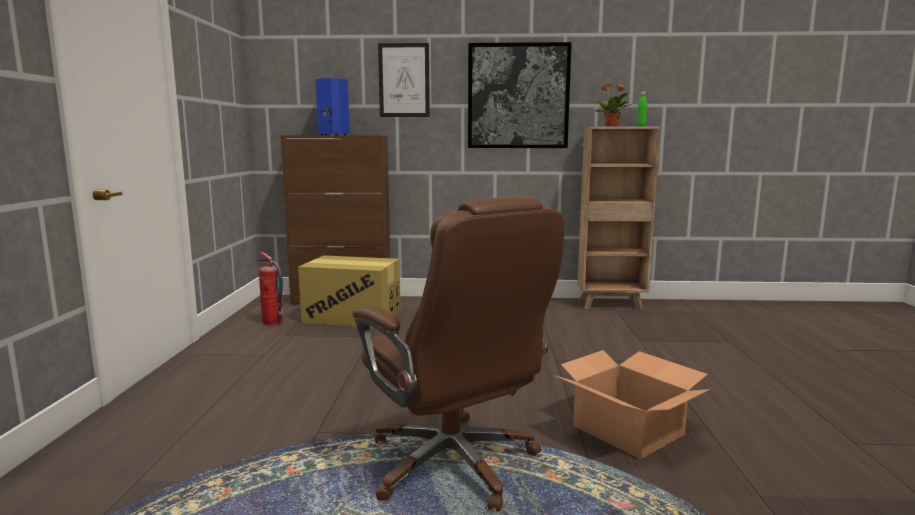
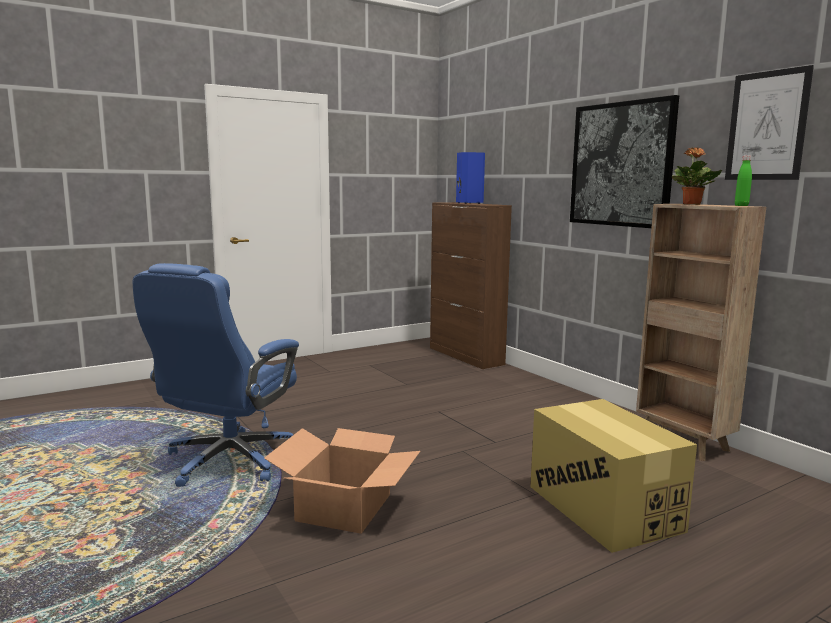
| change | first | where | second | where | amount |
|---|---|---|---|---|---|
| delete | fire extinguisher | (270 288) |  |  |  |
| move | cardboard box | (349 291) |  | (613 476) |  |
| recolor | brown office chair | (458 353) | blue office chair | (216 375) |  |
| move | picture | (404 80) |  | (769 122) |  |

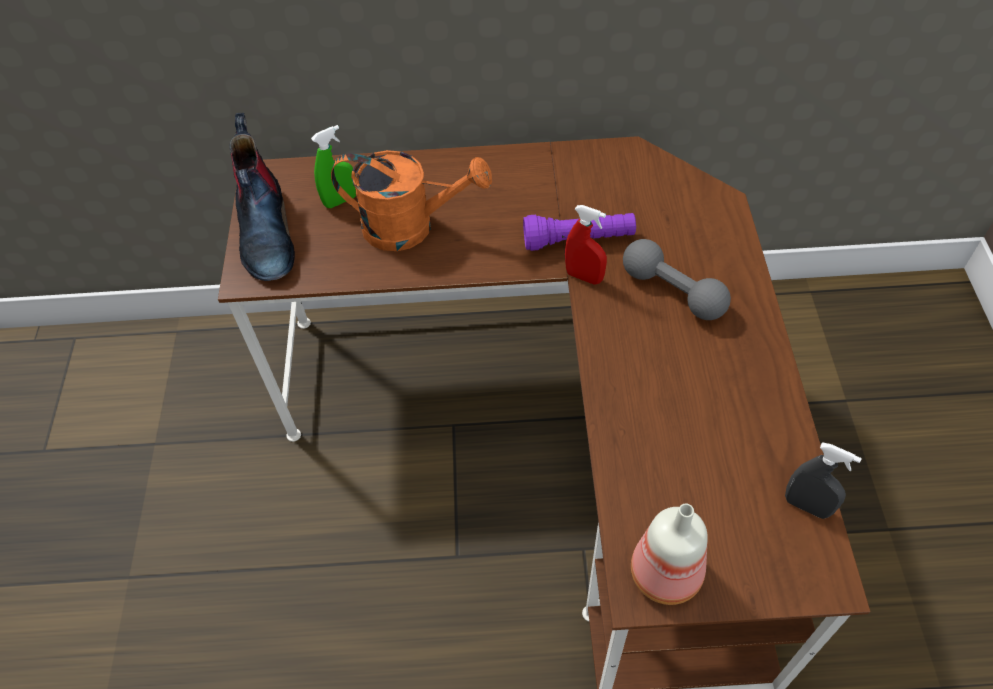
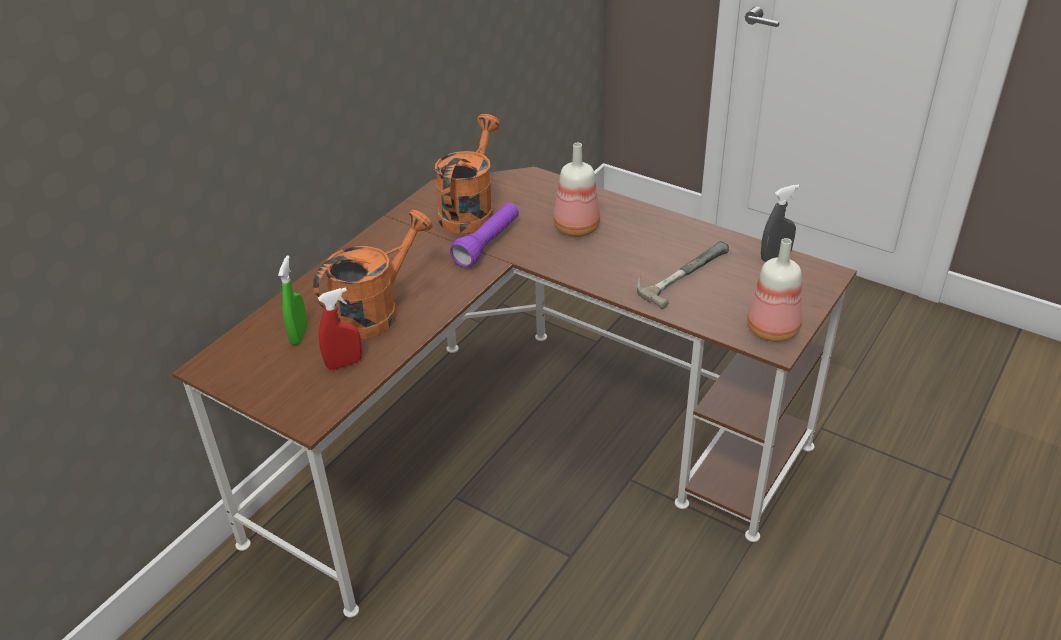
| change | first | where | second | where | amount |
|---|---|---|---|---|---|
| delete | boot | (262 197) |  |  |  |
| move | red spray bottle | (586 245) |  | (340 328) |  |
| replace | grey dumbbell | (677 279) | bottle | (577 190) |  |
| insert |  |  | orange watering can | (467 174) |  |
| insert |  |  | hammer | (683 275) |  |

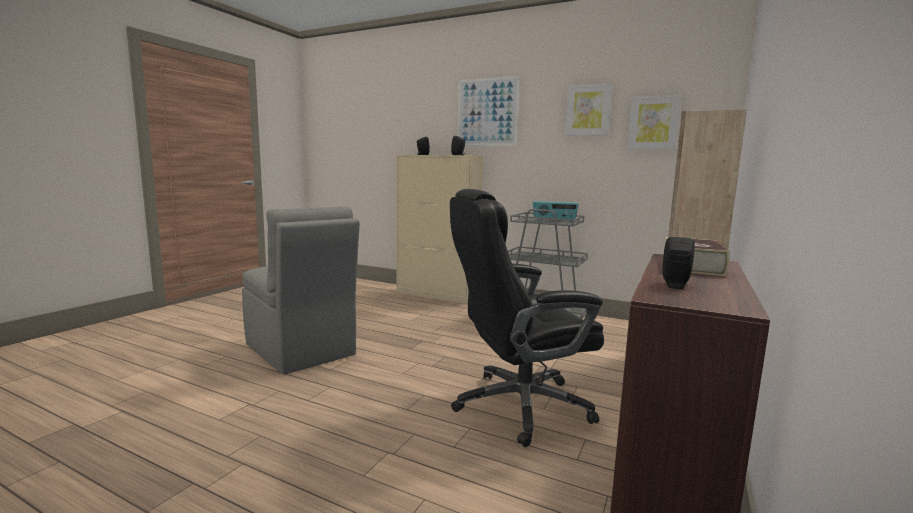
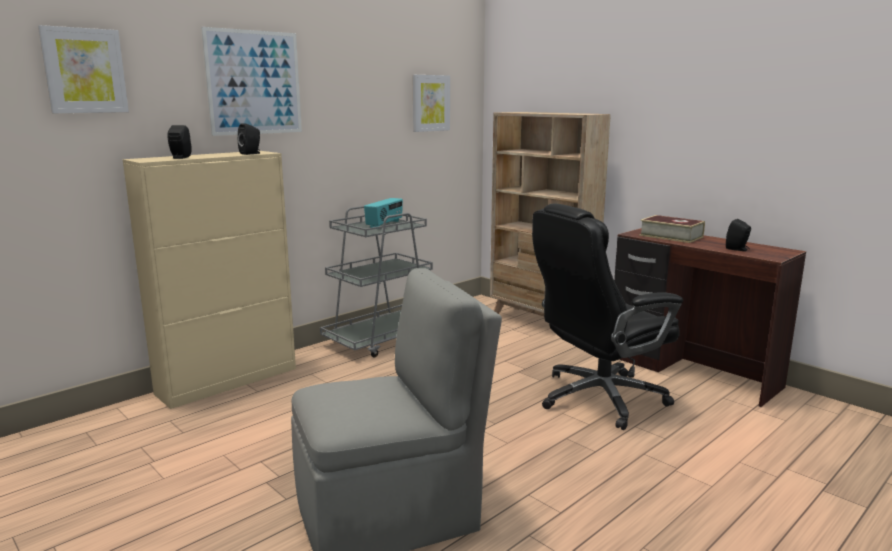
| change | first | where | second | where | amount |
|---|---|---|---|---|---|
| rotate | black office chair | (527 318) |  | (607 316) | 60 degrees clockwise |
| move | picture | (588 109) |  | (83 69) |  |

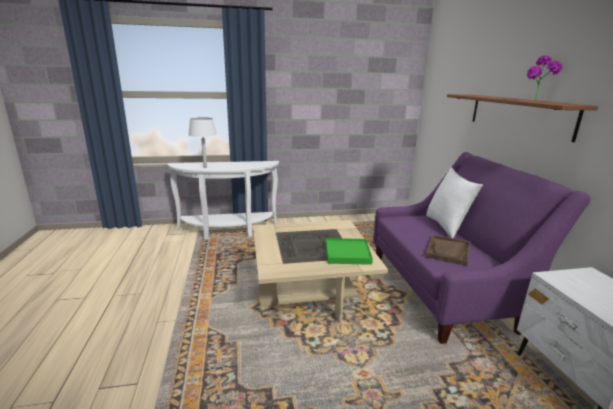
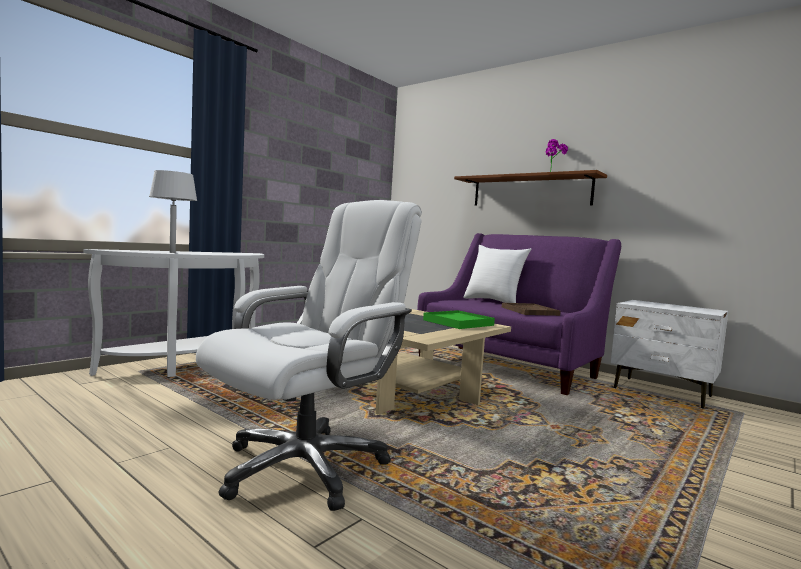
| change | first | where | second | where | amount |
|---|---|---|---|---|---|
| insert |  |  | white office chair | (309 355) |  |

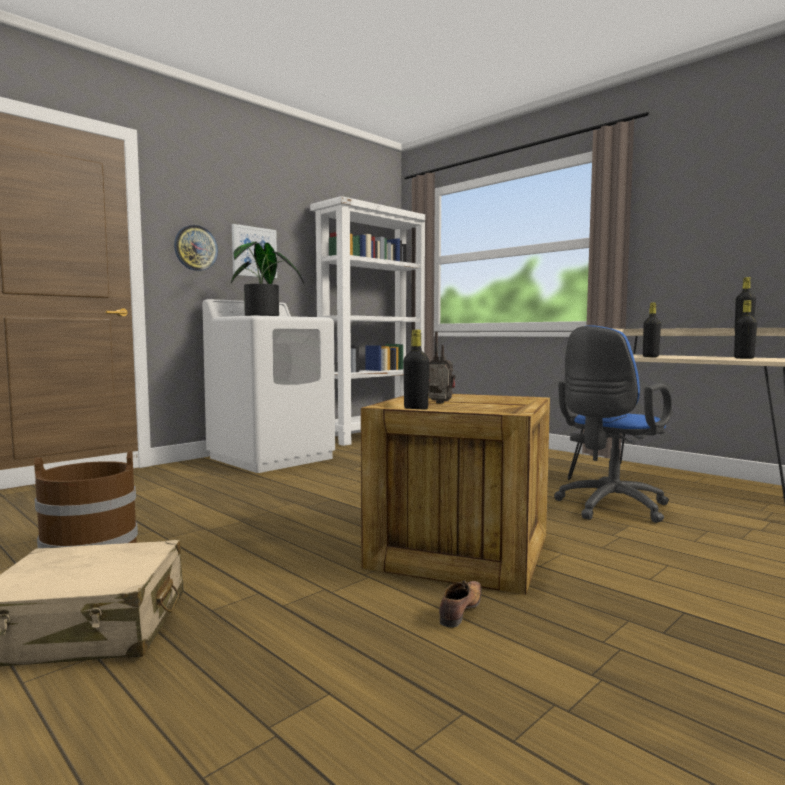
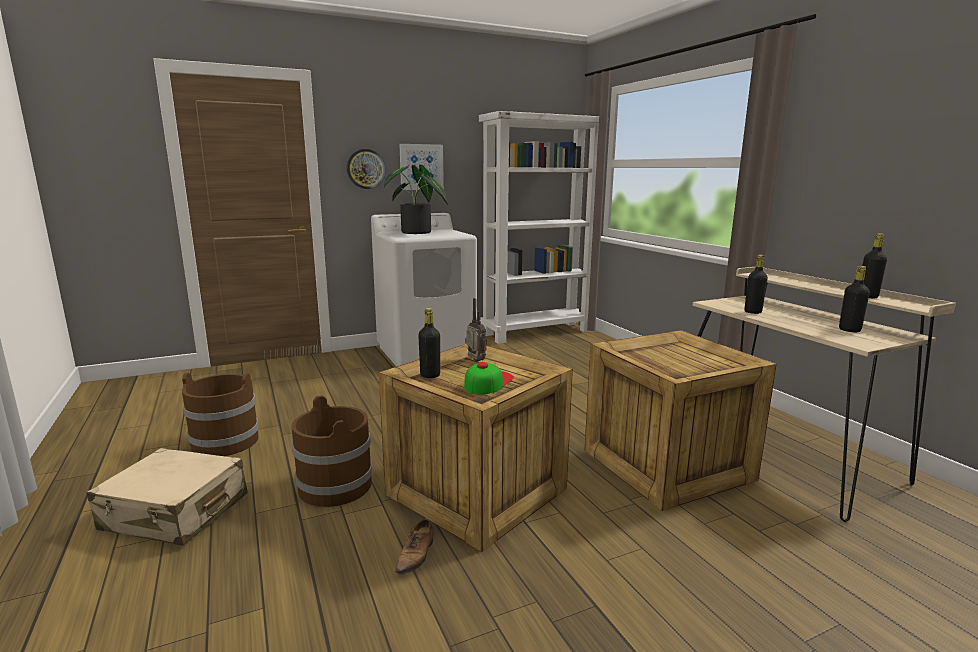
| change | first | where | second | where | amount |
|---|---|---|---|---|---|
| rotate | shoe | (460 604) |  | (414 547) | 150 degrees clockwise |
| replace | blue office chair | (613 424) | crate | (680 420) |  |
| insert |  |  | brown bucket | (332 451) |  |
| insert |  |  | cap | (489 378) |  |

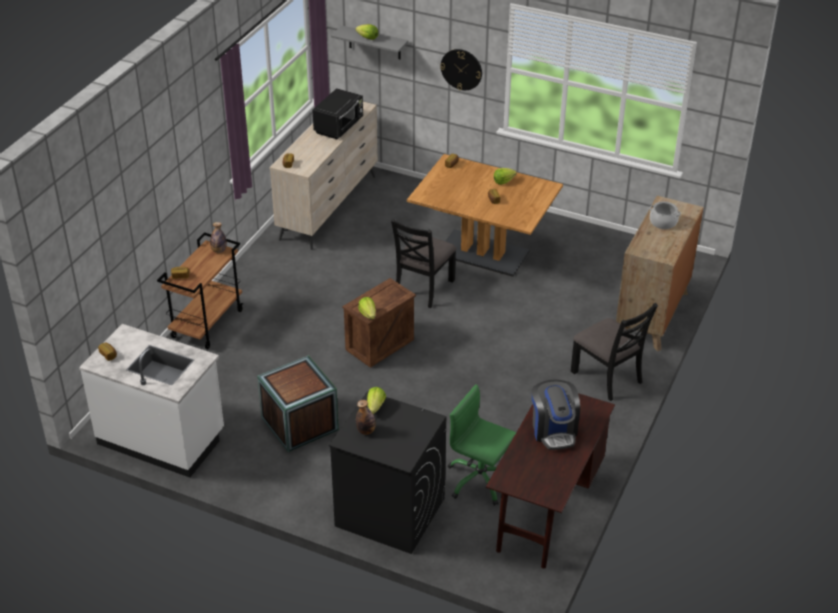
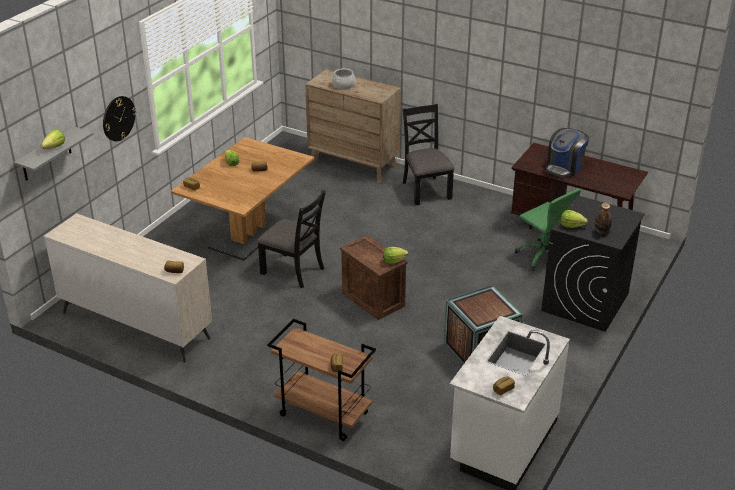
| change | first | where | second | where | amount |
|---|---|---|---|---|---|
| delete | bottle | (218 237) |  |  |  |
| delete | black microwave | (338 113) |  |  |  |
| rotate | green office chair | (482 445) |  | (547 229) | 75 degrees counterclockwise |
| rotate | coffee machine | (556 415) |  | (567 152) | 135 degrees clockwise |
| rotate | black chair | (614 352) |  | (429 154) | 75 degrees counterclockwise |

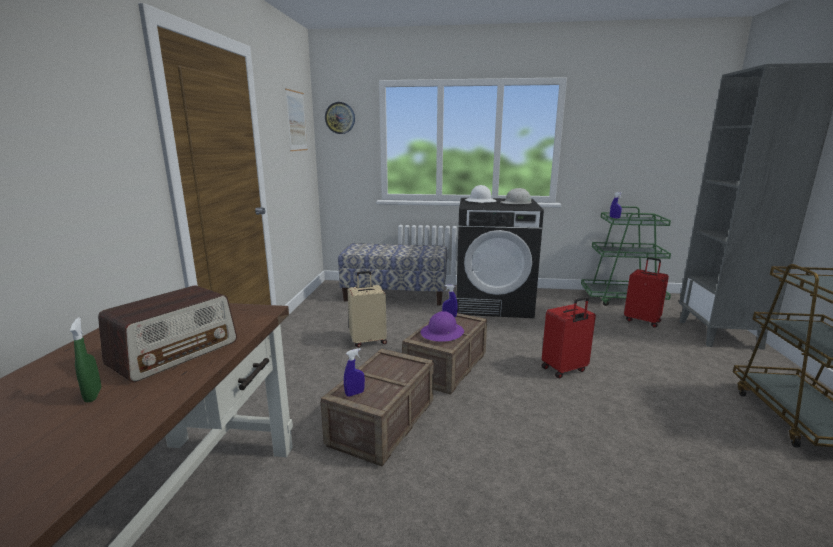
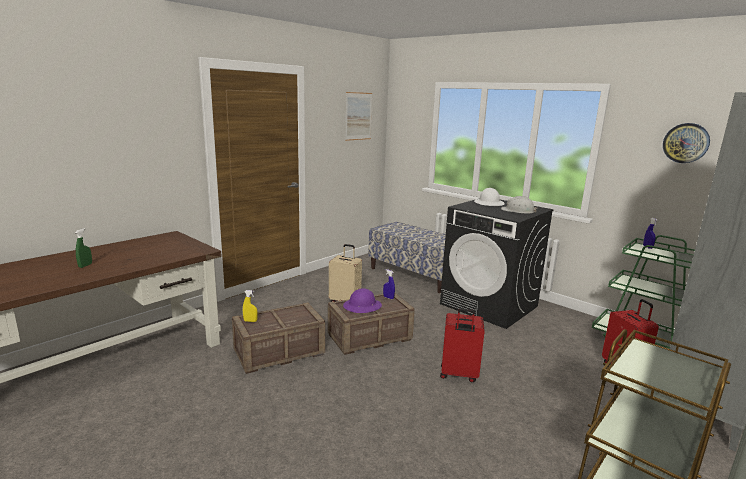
| change | first | where | second | where | amount |
|---|---|---|---|---|---|
| delete | radio | (167 334) |  |  |  |
| move | wall clock | (340 118) |  | (686 143) |  |
| recolor | blue spray bottle | (354 372) | yellow spray bottle | (250 306) |  |

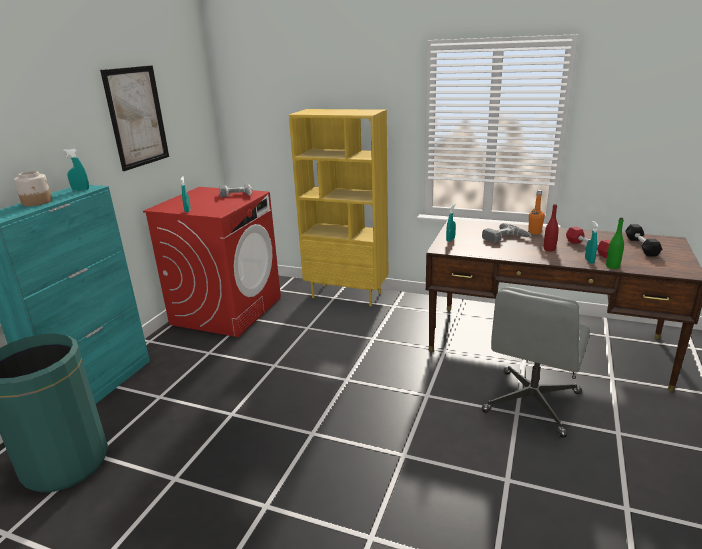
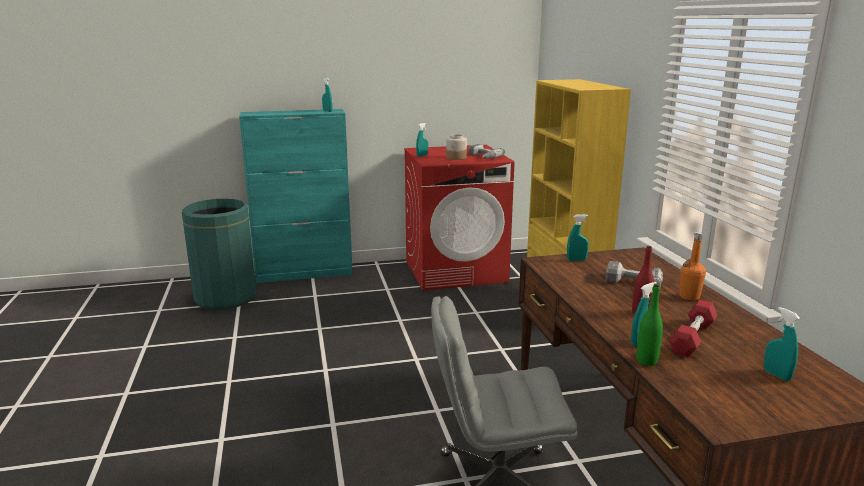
| change | first | where | second | where | amount |
|---|---|---|---|---|---|
| move | jar | (33 188) |  | (456 147) |  |
| delete | picture | (134 118) |  |  |  |
| replace | black dumbbell | (643 240) | turquoise spray bottle | (782 344) |  |

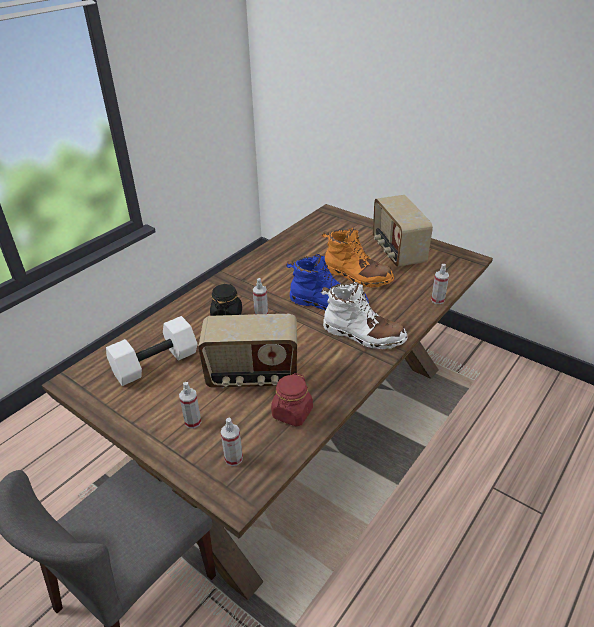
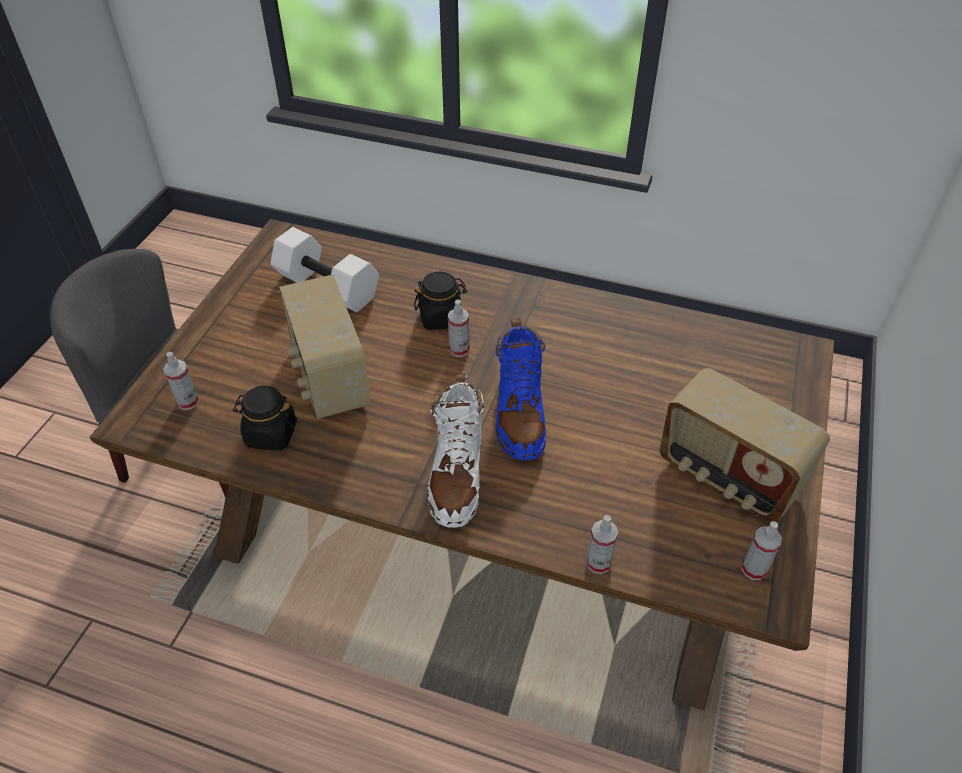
| change | first | where | second | where | amount |
|---|---|---|---|---|---|
| move | spray bottle | (190 405) |  | (761 550) |  |
| recolor | red jar | (292 399) | black jar | (265 418) |  |
| delete | orange boot | (358 258) |  |  |  |
| rotate | radio | (403 231) |  | (744 445) | 105 degrees counterclockwise |

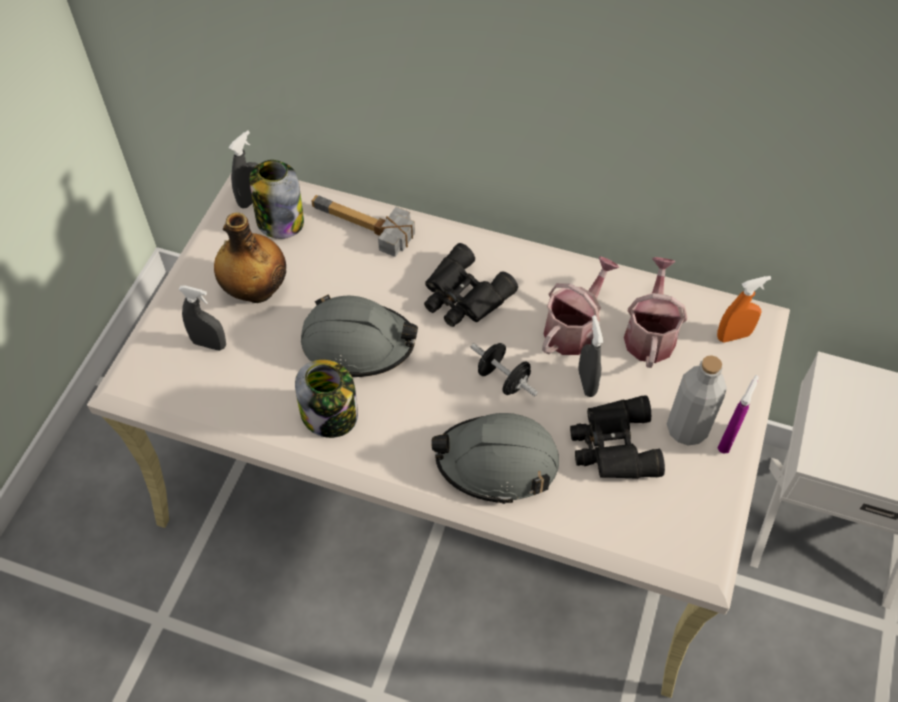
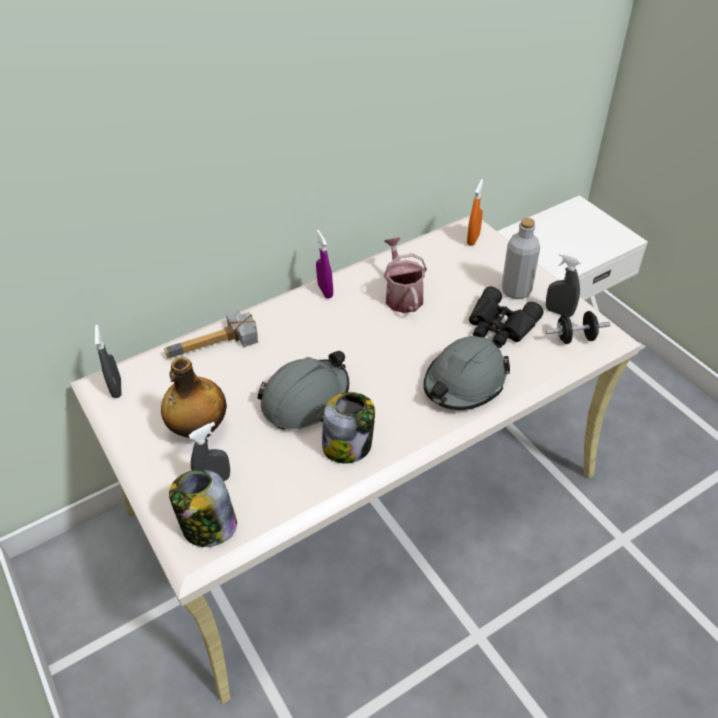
| change | first | where | second | where | amount |
|---|---|---|---|---|---|
| move | jar | (276 199) |  | (203 508) |  |
| delete | black binoculars | (471 285) |  |  |  |
| move | black dumbbell | (504 369) |  | (578 327) |  |
| move | grey spray bottle | (590 356) |  | (564 285) |  |
| delete | watering can | (655 312) |  |  |  |
| move | purple spray bottle | (738 414) |  | (324 264) |  |

